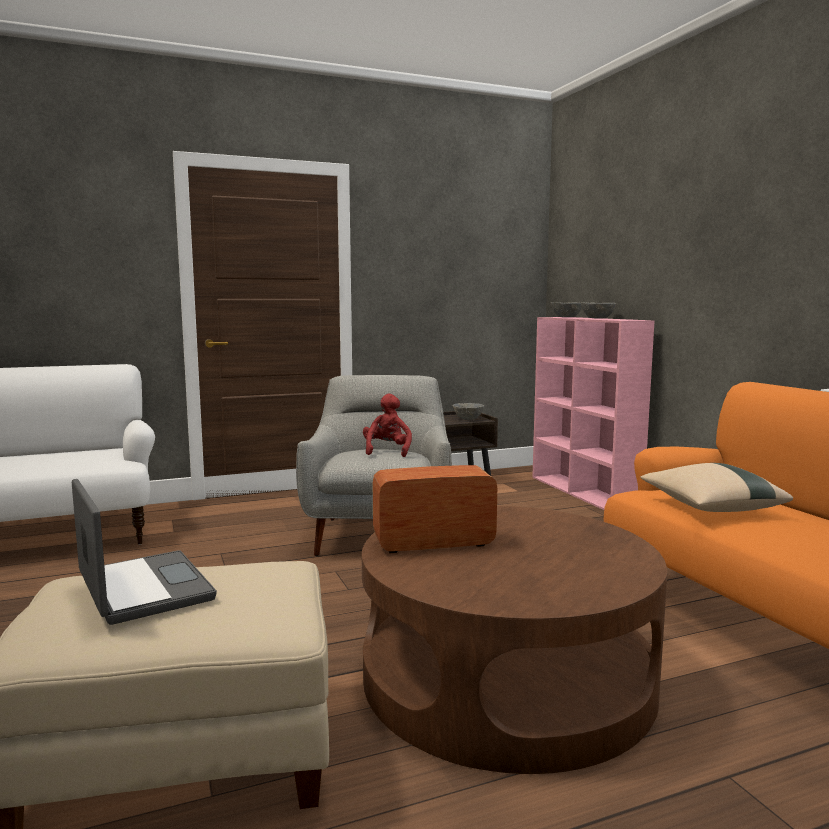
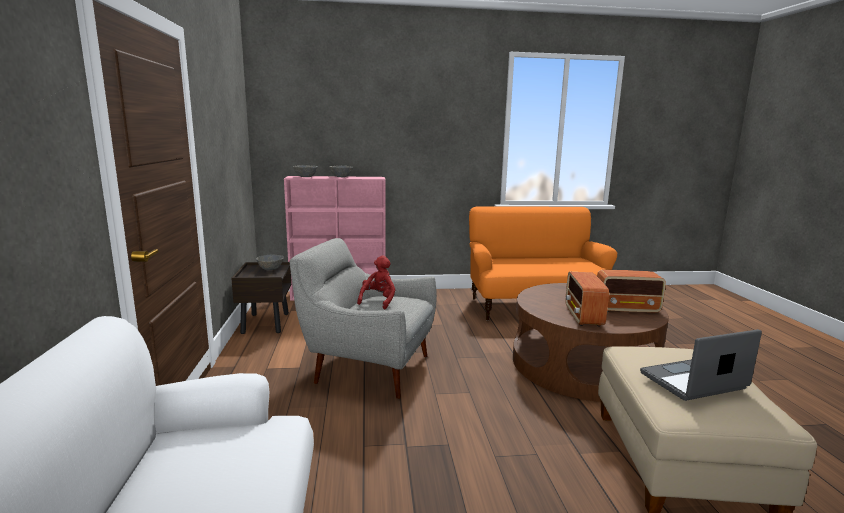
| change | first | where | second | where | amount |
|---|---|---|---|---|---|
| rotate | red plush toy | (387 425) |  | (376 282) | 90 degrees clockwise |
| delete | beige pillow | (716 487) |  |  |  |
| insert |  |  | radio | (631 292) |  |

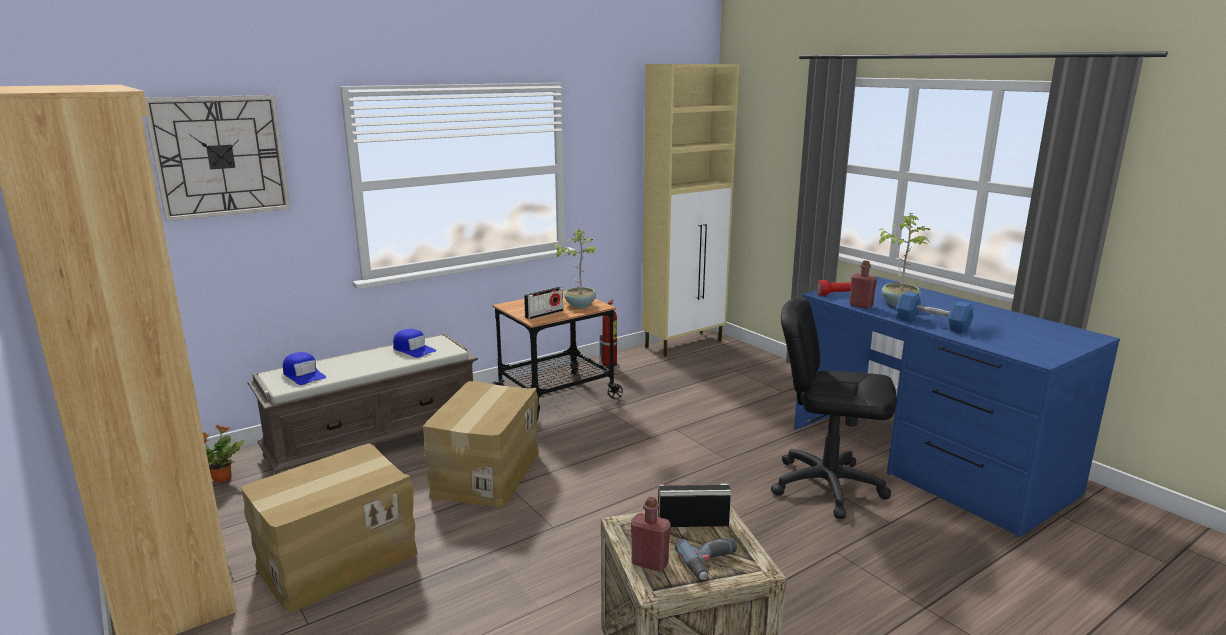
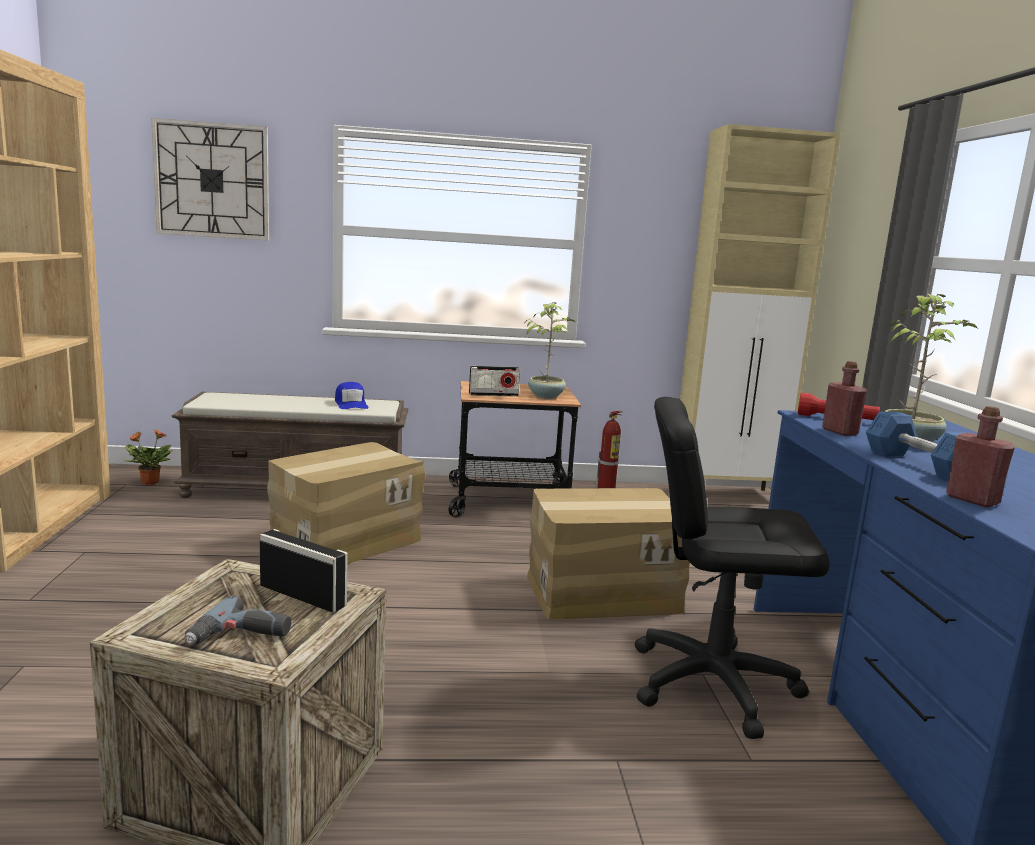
| change | first | where | second | where | amount |
|---|---|---|---|---|---|
| move | cardboard box | (329 528) |  | (608 553) |  |
| delete | blue cap | (304 368) |  |  |  |
| move | red bottle | (651 534) |  | (980 457) |  |
| rotate | black office chair | (834 408) |  | (732 568) | 45 degrees counterclockwise |

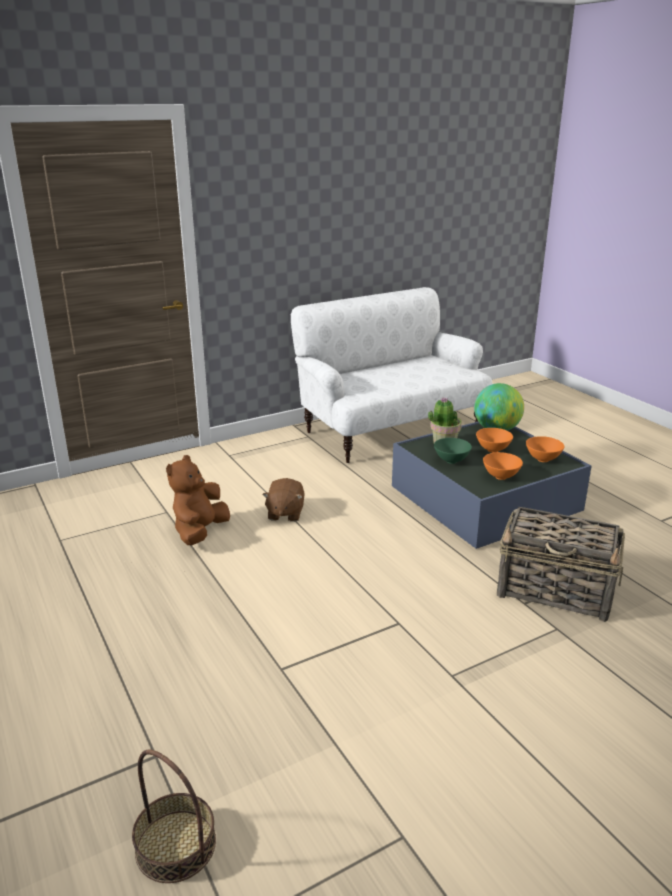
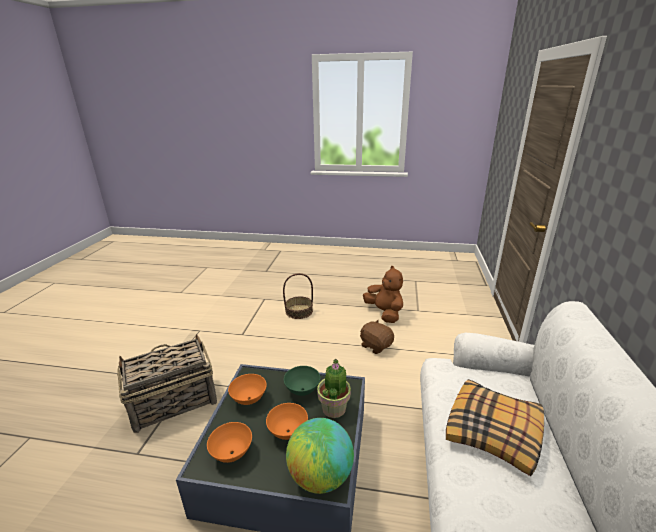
| change | first | where | second | where | amount |
|---|---|---|---|---|---|
| move | basket | (174 816) |  | (298 296) |  |
| insert |  |  | pillow | (495 427) |  |

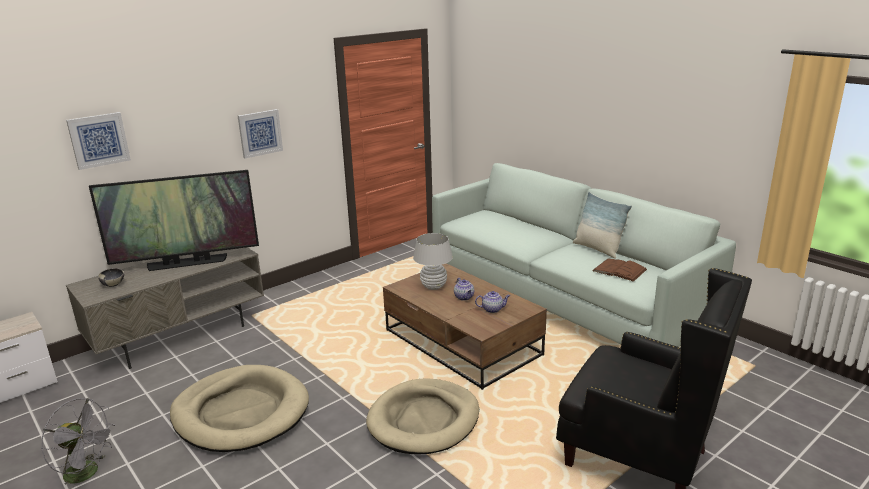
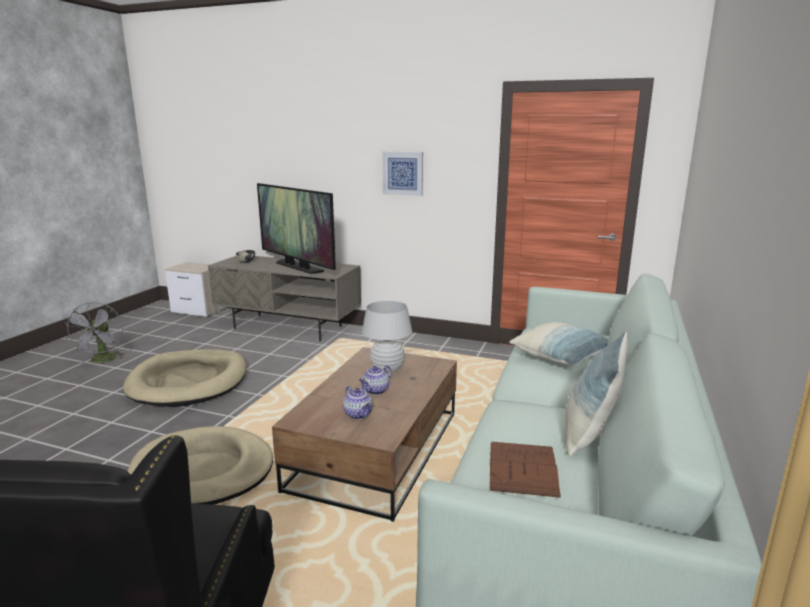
| change | first | where | second | where | amount |
|---|---|---|---|---|---|
| delete | picture | (98 141) |  |  |  |
| insert |  |  | pillow | (558 344) |  |

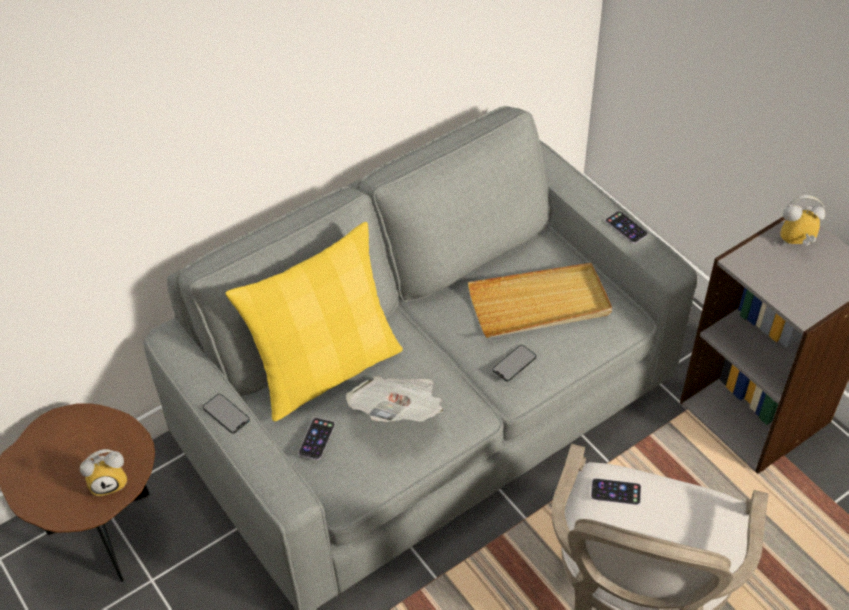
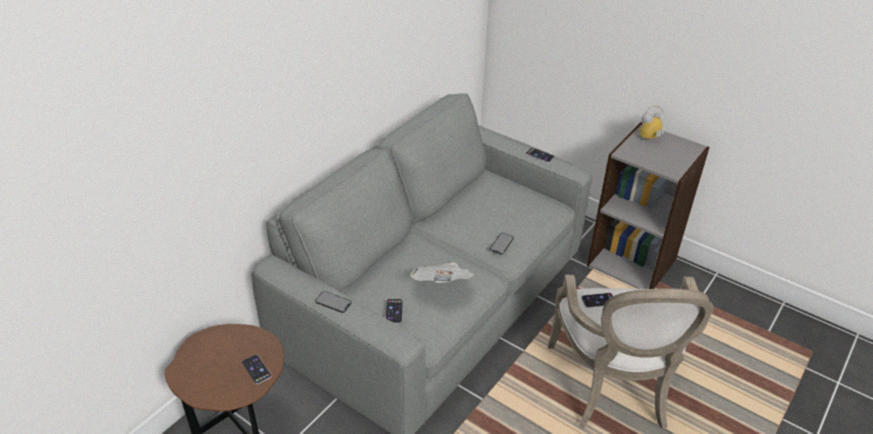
| change | first | where | second | where | amount |
|---|---|---|---|---|---|
| replace | alarm clock | (103 473) | phone | (257 369) |  |
| delete | yellow pillow | (314 321) |  |  |  |
| delete | beige tray | (540 300) |  |  |  |

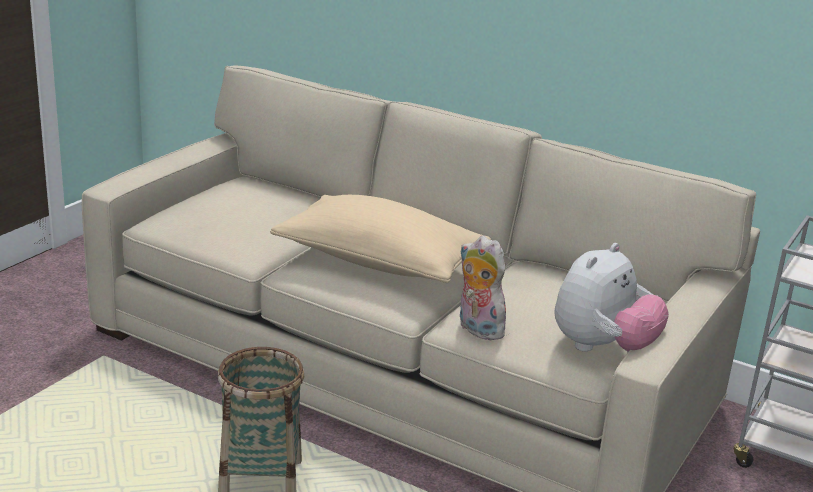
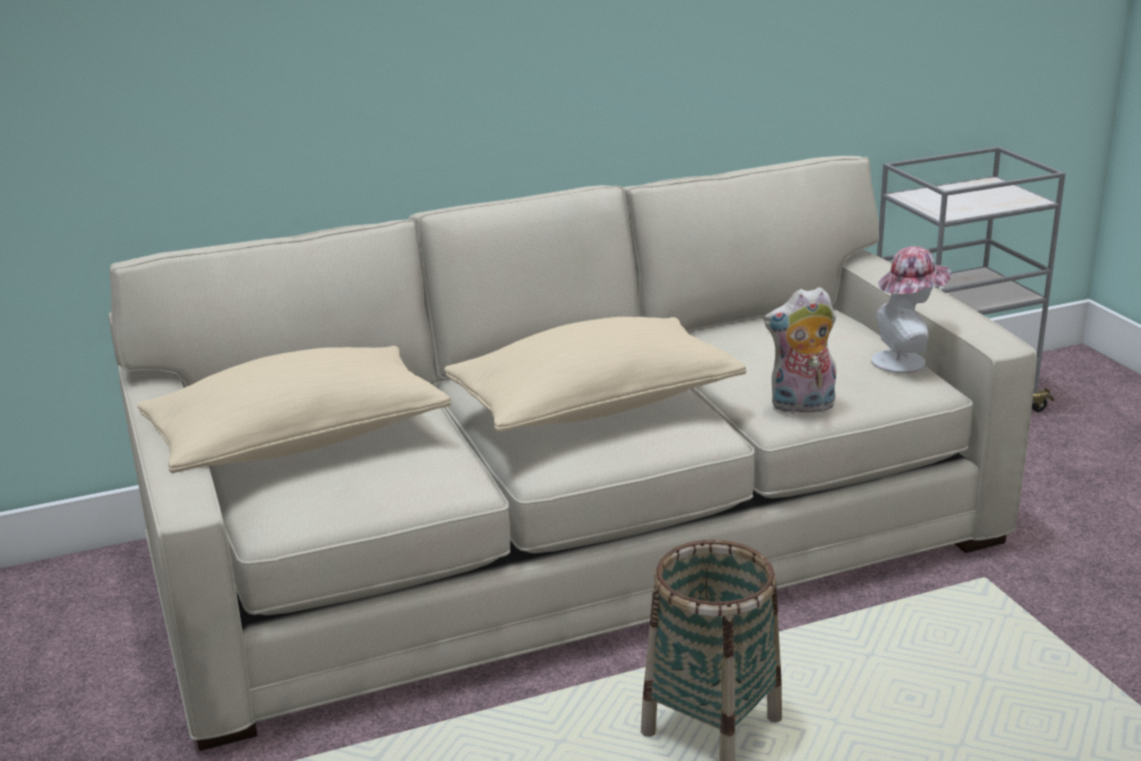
| change | first | where | second | where | amount |
|---|---|---|---|---|---|
| replace | plush toy | (611 297) | hat | (911 309) |  |
| insert |  |  | beige pillow | (294 409) |  |

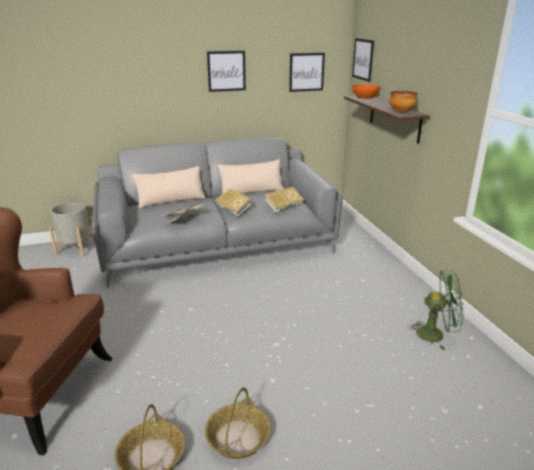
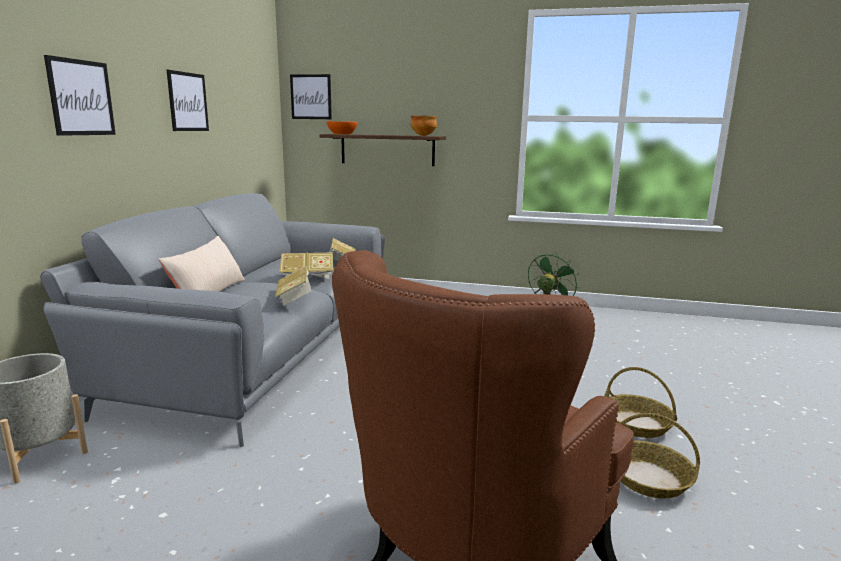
| change | first | where | second | where | amount |
|---|---|---|---|---|---|
| delete | beige pillow | (251 176) |  |  |  |
| move | picture | (307 72) |  | (80 95) |  |

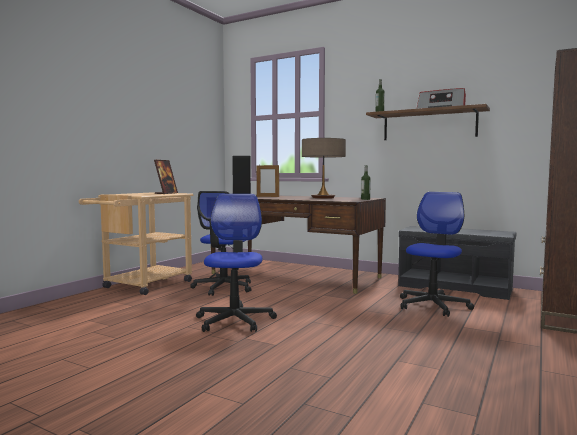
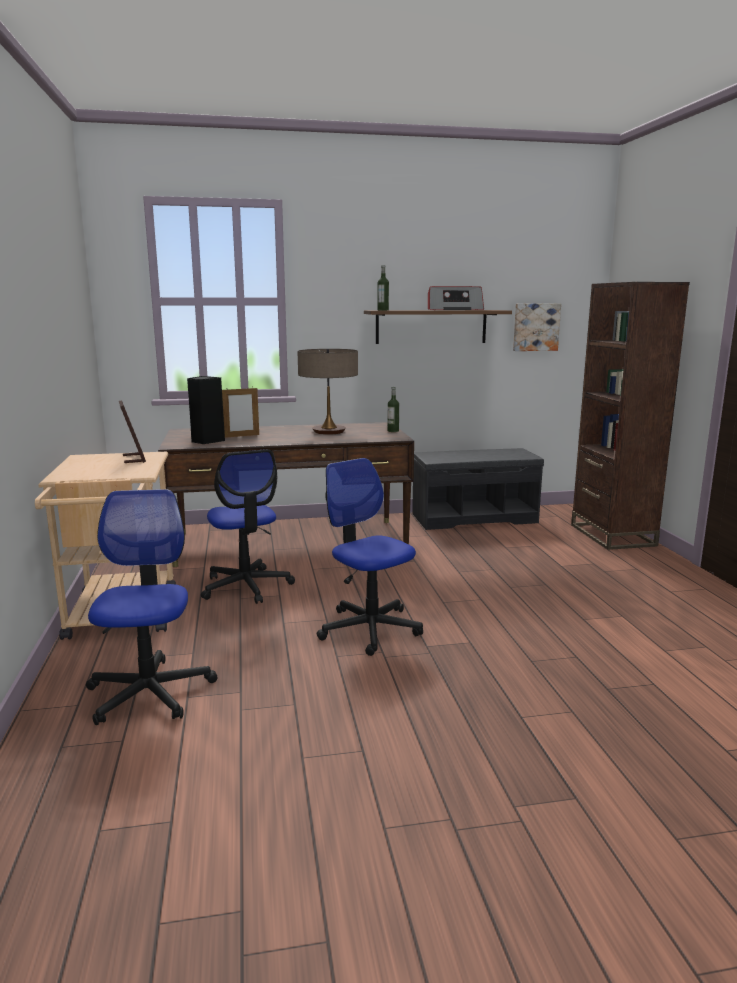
| change | first | where | second | where | amount |
|---|---|---|---|---|---|
| move | office chair | (437 254) |  | (151 607) |  |
| insert |  |  | picture | (537 327) |  |

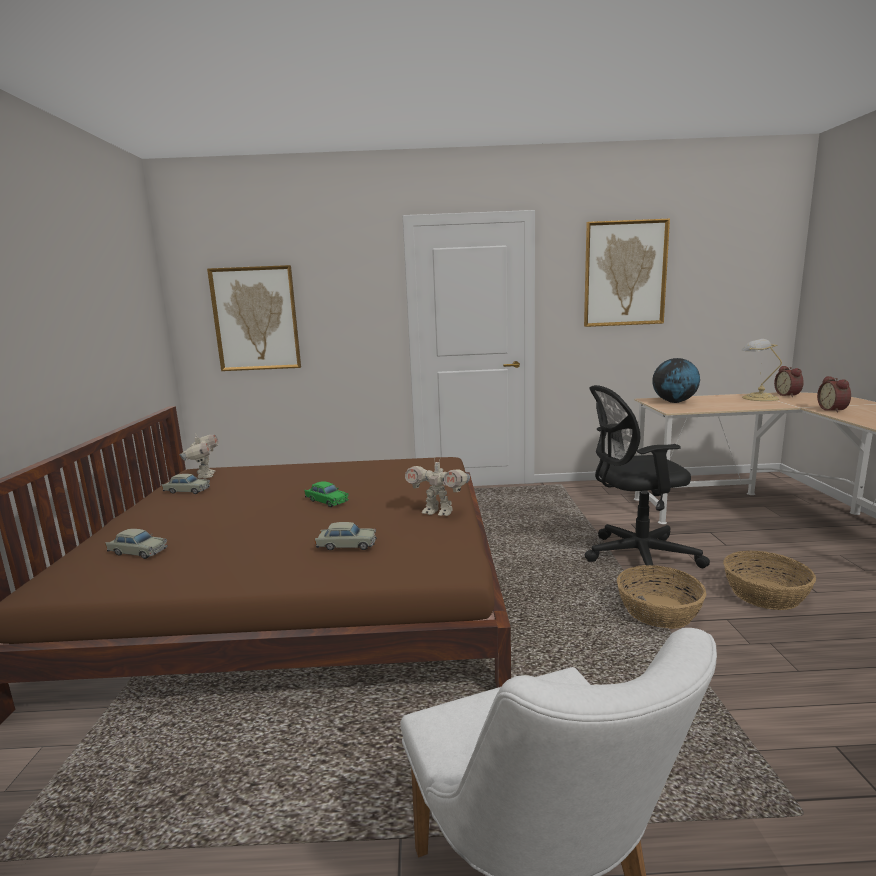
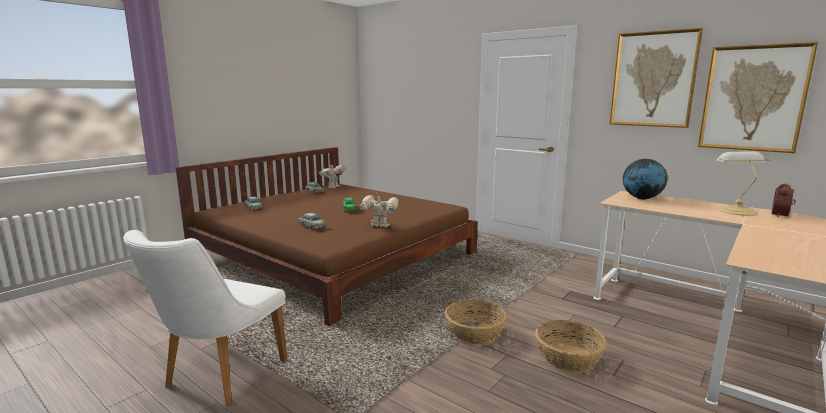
| change | first | where | second | where | amount |
|---|---|---|---|---|---|
| move | picture | (254 318) |  | (758 97) |  |
| rotate | toy robot | (437 486) |  | (379 211) | 135 degrees clockwise |
| delete | black office chair | (647 482) |  |  |  |
| delete | alarm clock | (834 394) |  |  |  |

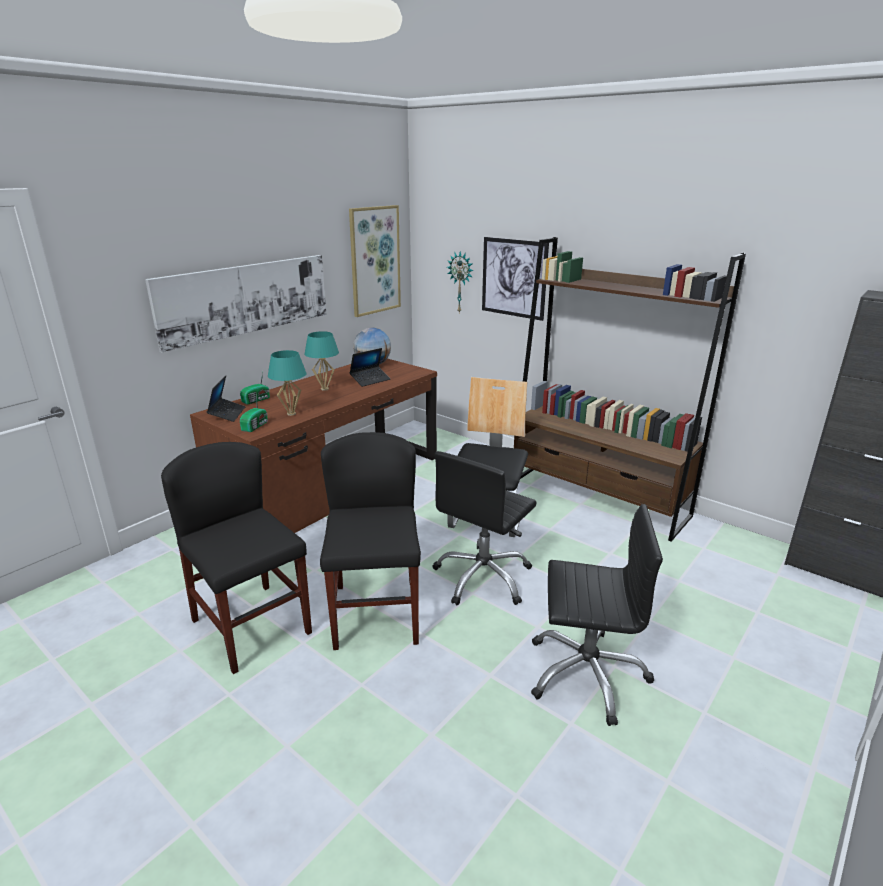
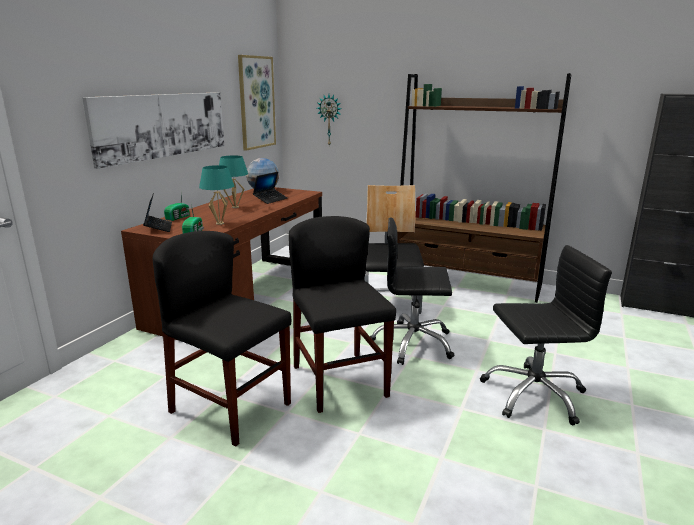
| change | first | where | second | where | amount |
|---|---|---|---|---|---|
| rotate | black office chair | (484 528) |  | (412 291) | 75 degrees clockwise |
| delete | picture | (515 279) |  |  |  |

